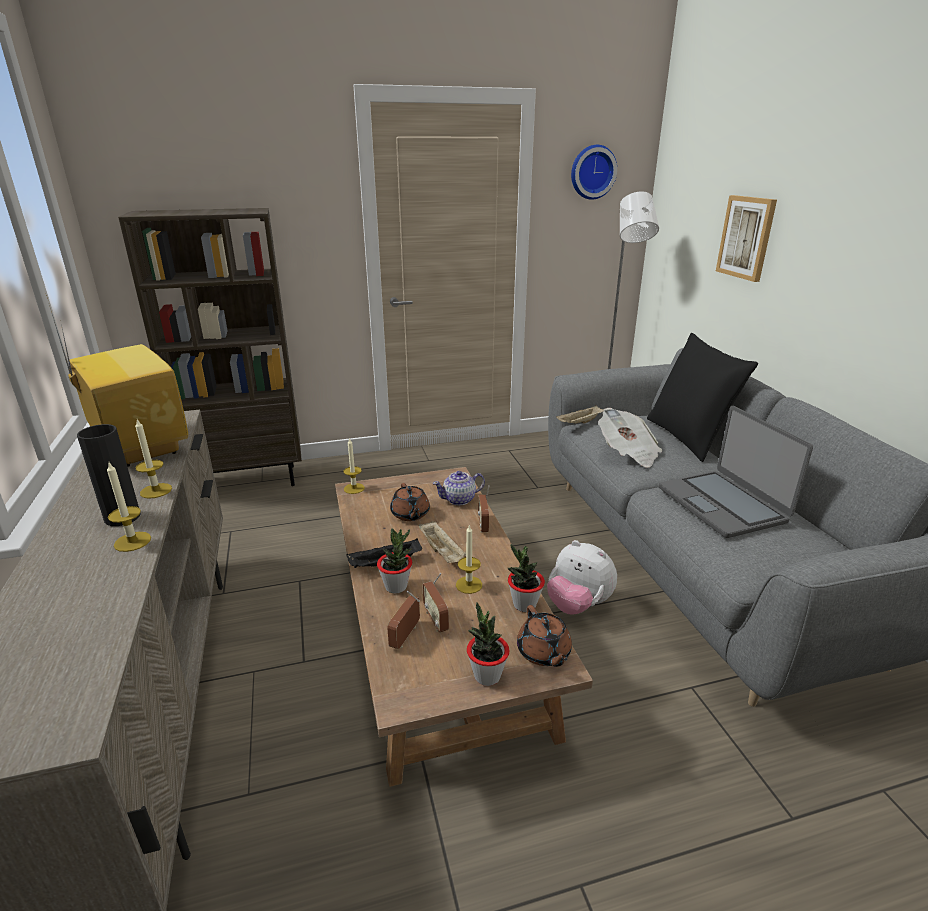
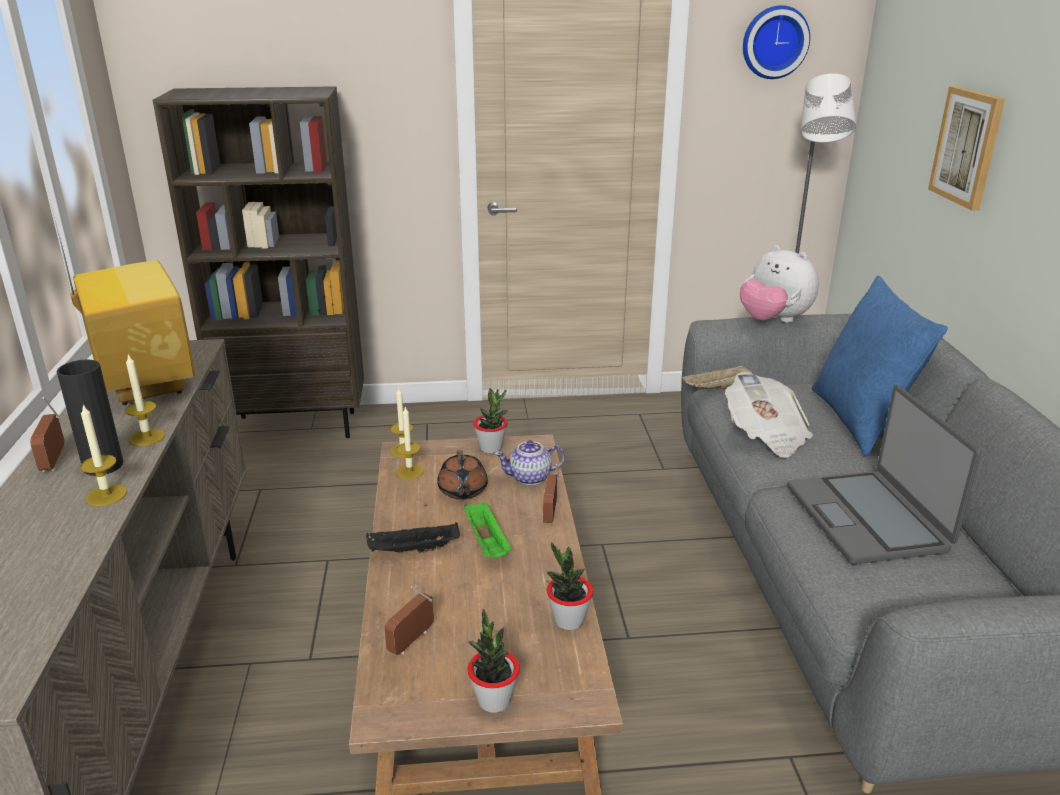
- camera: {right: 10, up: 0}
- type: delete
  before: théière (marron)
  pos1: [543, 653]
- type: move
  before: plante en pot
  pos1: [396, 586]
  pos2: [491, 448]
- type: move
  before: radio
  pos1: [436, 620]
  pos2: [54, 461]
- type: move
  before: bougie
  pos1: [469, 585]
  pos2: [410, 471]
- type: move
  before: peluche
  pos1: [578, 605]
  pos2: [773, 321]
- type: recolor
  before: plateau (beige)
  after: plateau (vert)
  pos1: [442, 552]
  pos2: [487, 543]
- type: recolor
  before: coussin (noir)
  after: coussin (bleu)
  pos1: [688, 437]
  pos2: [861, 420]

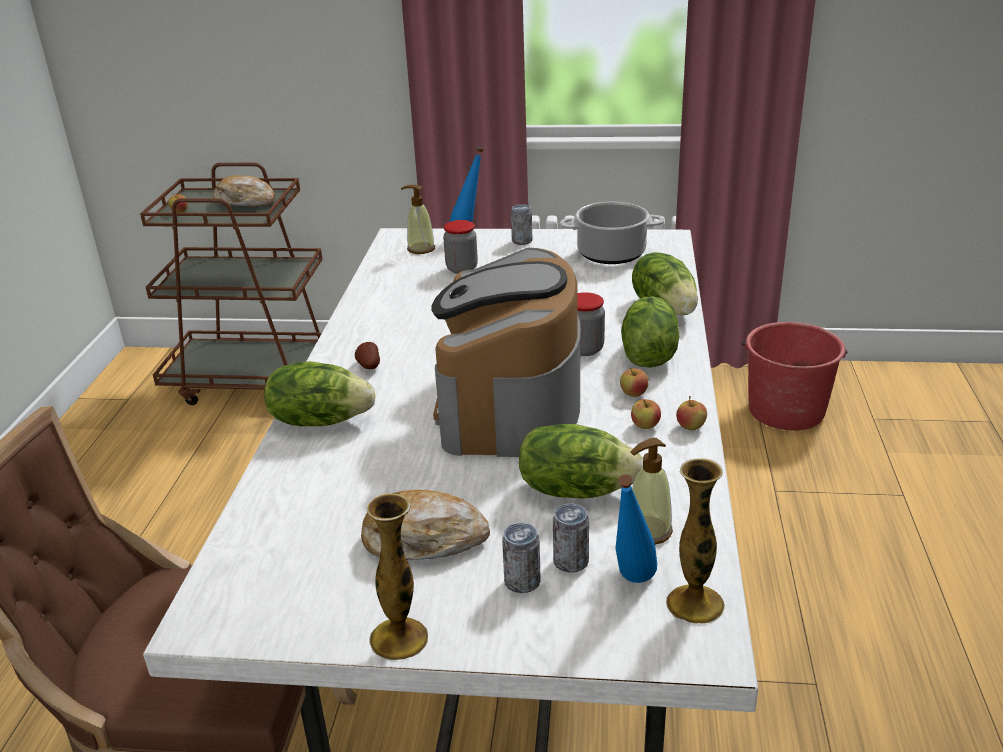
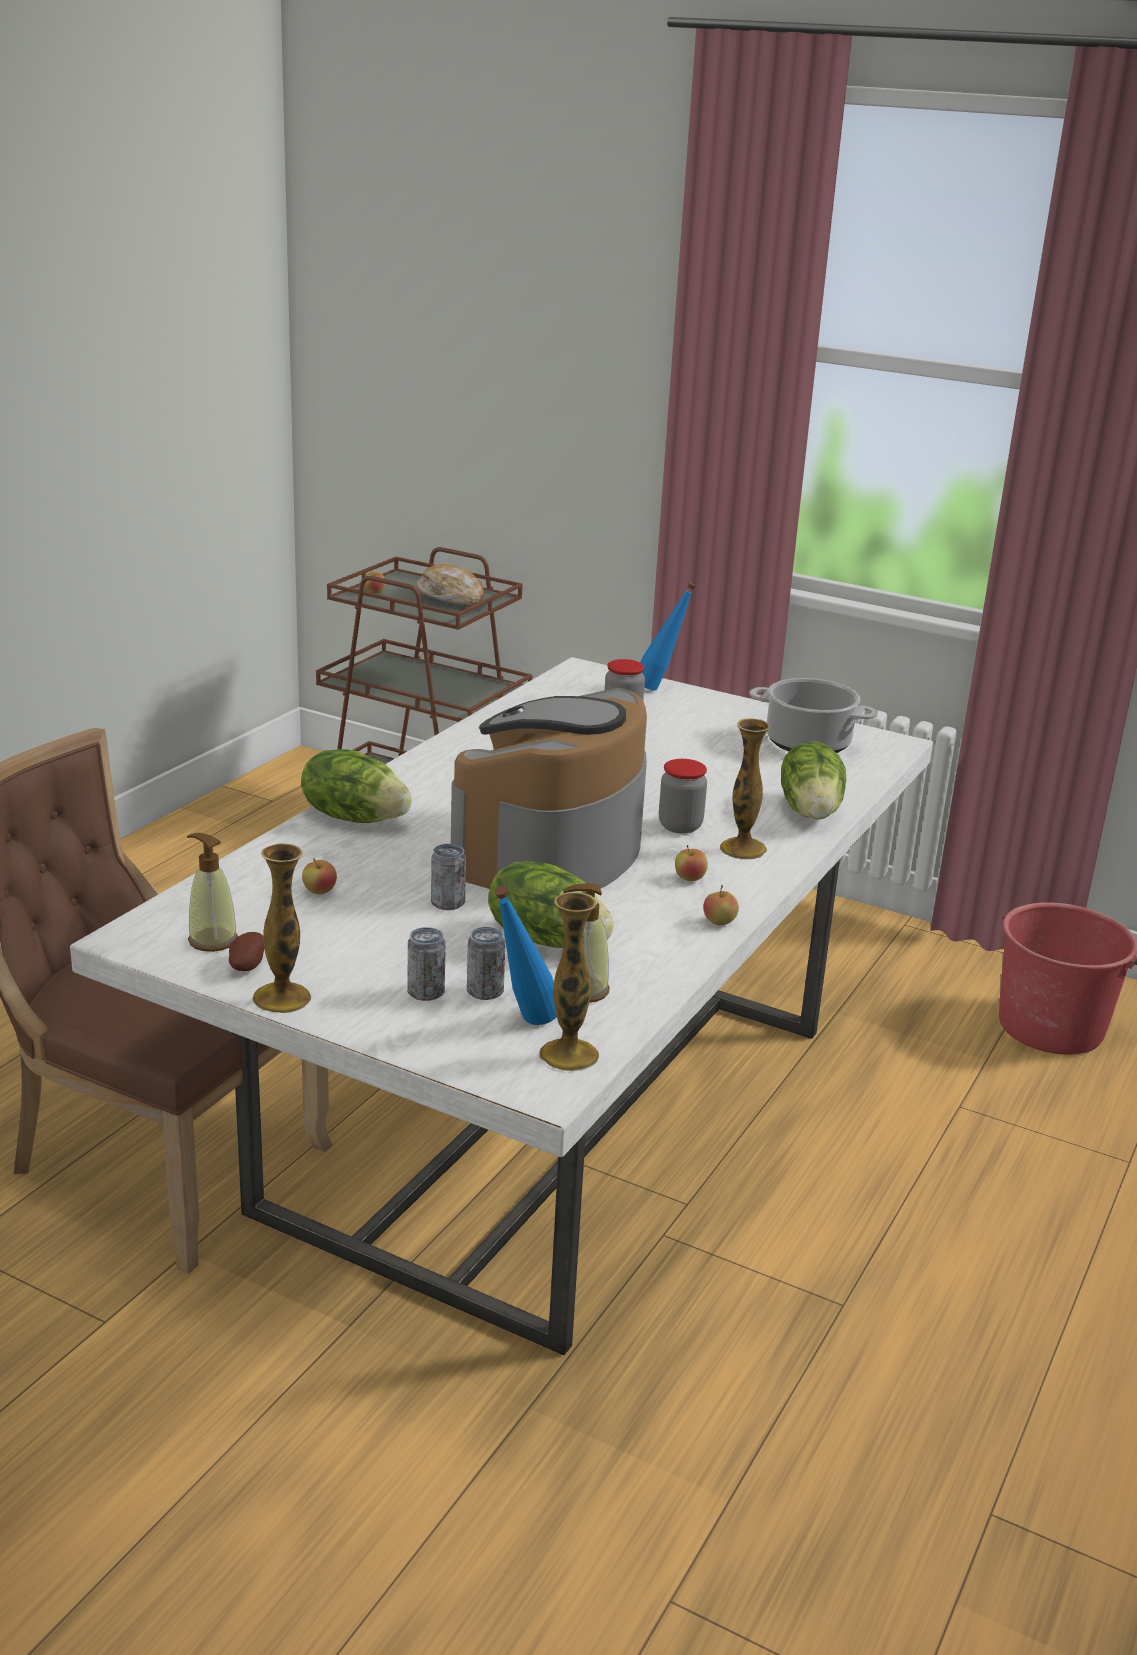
- camera: {right: 20, up: -5}
- type: delete
  before: pain
  pos1: [423, 539]
- type: move
  before: pomme de terre
  pos1: [368, 366]
  pos2: [246, 965]
- type: move
  before: distributeur de savon
  pos1: [421, 249]
  pos2: [212, 940]
- type: move
  before: boîte métallique
  pos1: [522, 241]
  pos2: [447, 903]
- type: move
  before: pomme
  pos1: [645, 426]
  pos2: [319, 891]
- type: replace
  before: laitue
  after: vase
  pos1: [647, 355]
  pos2: [743, 848]

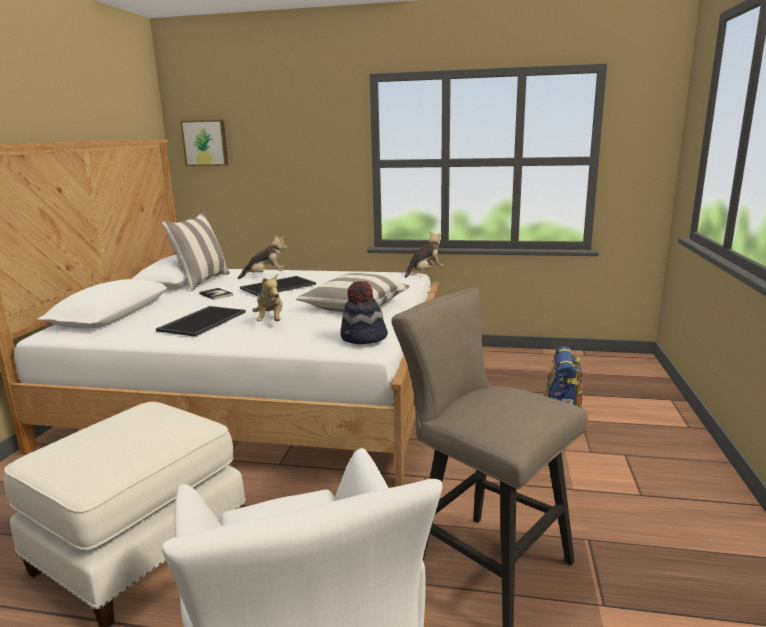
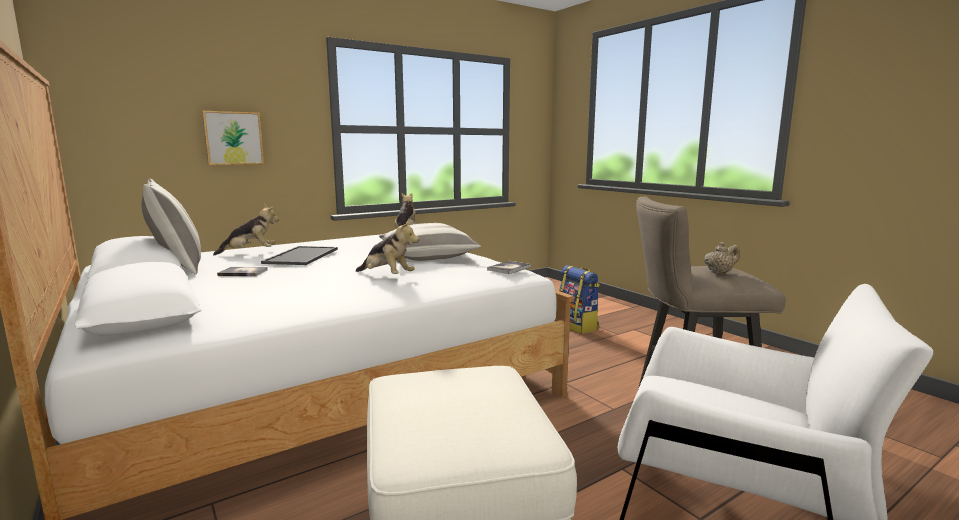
- camera: {right: -45, up: -5}
- type: delete
  before: plateau
  pos1: [202, 321]
- type: insert
  after: théière (beige)
  pos2: [720, 273]
- type: move
  before: tableau
  pos1: [205, 143]
  pos2: [233, 138]
- type: replace
  before: chapeau
  after: livre
  pos1: [363, 338]
  pos2: [509, 268]
- type: rotate
  before: peluche
  pos1: [265, 276]
  pos2: [250, 253]
  turn: 45

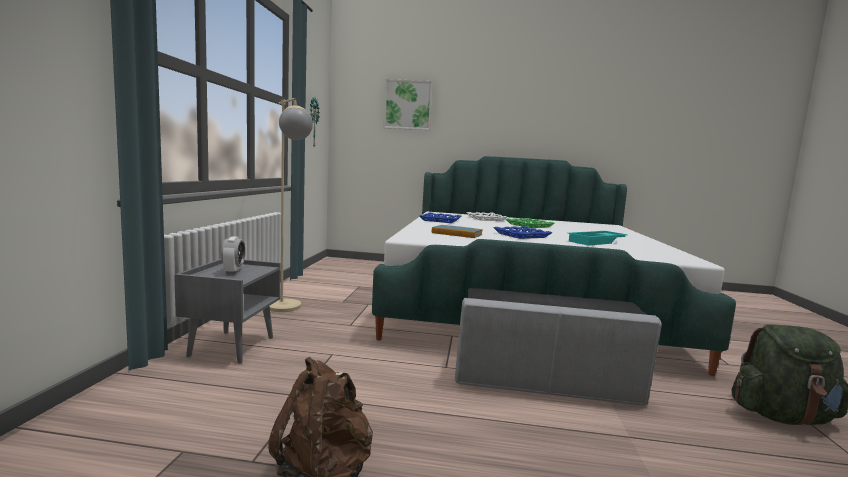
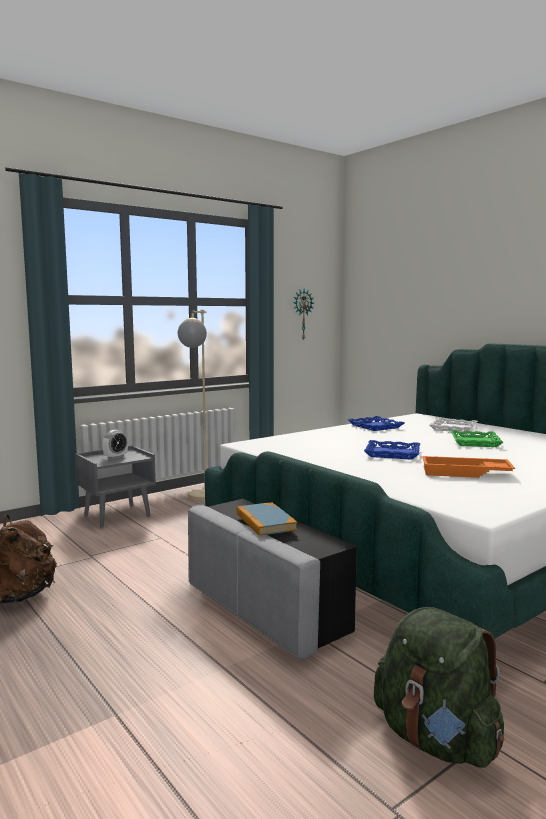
- camera: {right: 45, up: 0}
- type: delete
  before: tableau
  pos1: [408, 105]
- type: move
  before: livre
  pos1: [457, 234]
  pos2: [265, 522]
- type: recolor
  before: plateau (turquoise)
  after: plateau (orange)
  pos1: [597, 242]
  pos2: [465, 473]

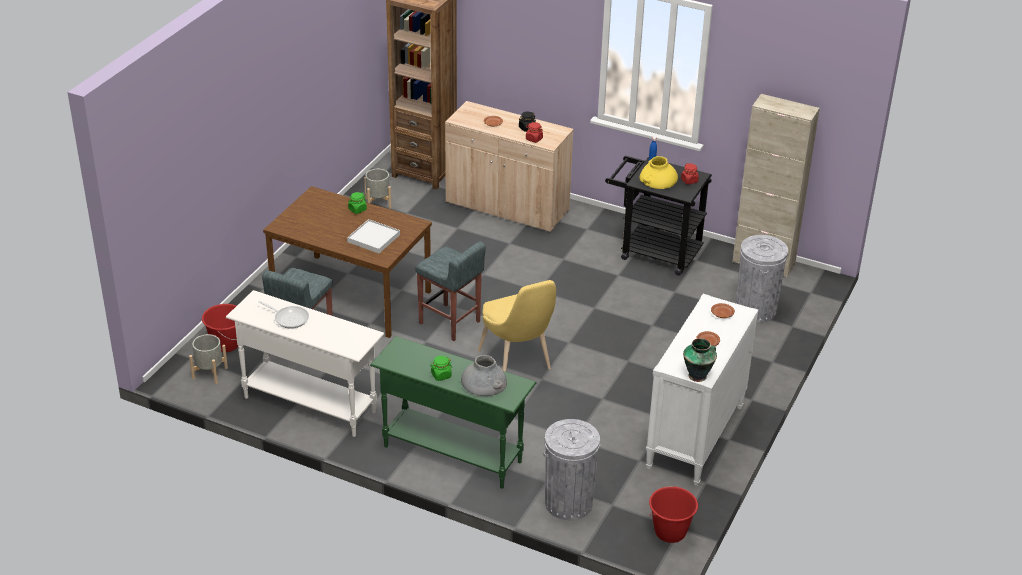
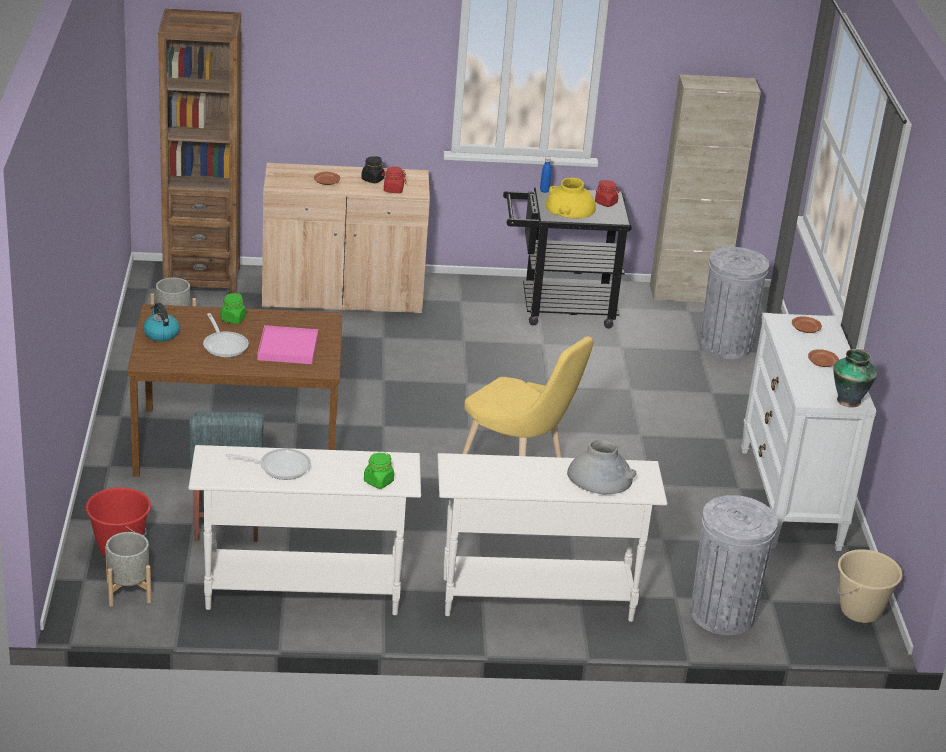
- camera: {right: -30, up: -5}
- type: delete
  before: tabouret (gris)
  pos1: [450, 323]
- type: insert
  after: bouilloire
  pos2: [161, 334]
- type: insert
  after: poêle
  pos2: [224, 345]
- type: move
  before: bocal (vert)
  pos1: [441, 375]
  pos2: [378, 481]
- type: recolor
  before: plateau (blanc)
  after: plateau (rose)
  pos1: [374, 238]
  pos2: [288, 348]
- type: recolor
  before: table console (vert)
  after: table console (blanc)
  pos1: [452, 453]
  pos2: [536, 599]
- type: recolor
  before: seau (rouge)
  after: seau (beige)
  pos1: [670, 532]
  pos2: [860, 611]

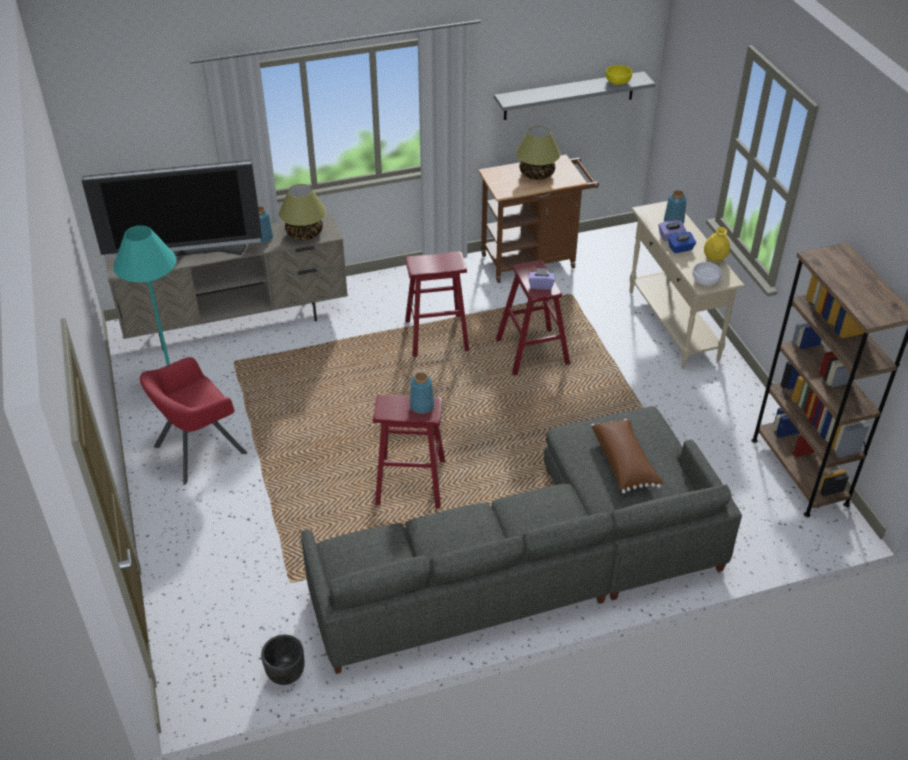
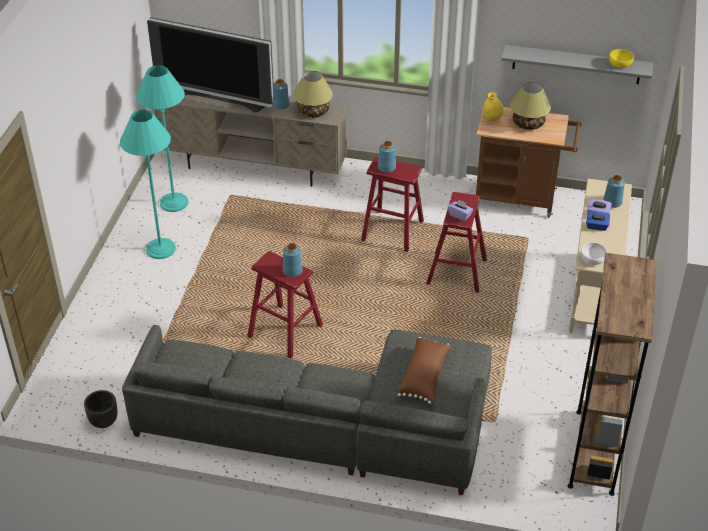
- camera: {right: 30, up: 0}
- type: insert
  after: vase (bleu)
  pos2: [386, 167]
- type: move
  before: vase (jaune)
  pos1: [714, 259]
  pos2: [491, 119]
- type: replace
  before: fauteuil (rouge)
  after: lampadaire (turquoise)
  pos1: [199, 449]
  pos2: [160, 249]

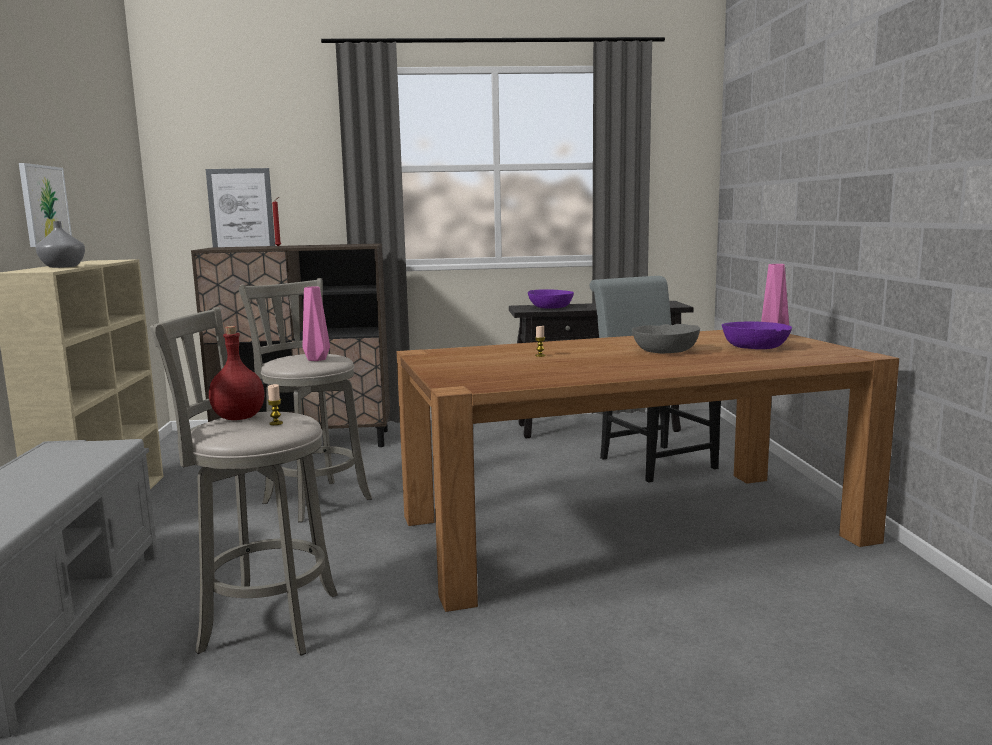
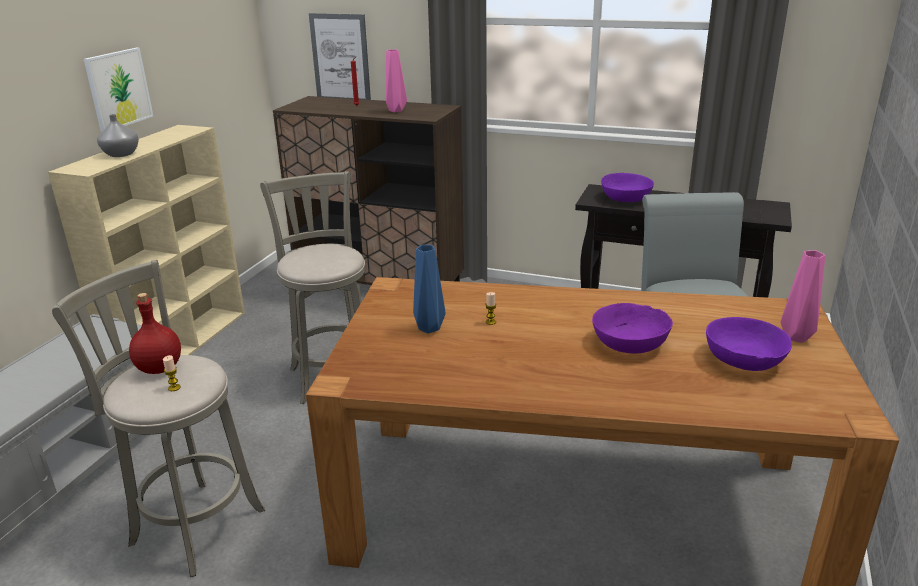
- camera: {right: 25, up: 15}
- type: insert
  after: vase (bleu)
  pos2: [427, 328]
- type: move
  before: vase (rose)
  pos1: [317, 359]
  pos2: [396, 111]
- type: recolor
  before: bol (gris)
  after: bol (violet)
  pos1: [664, 351]
  pos2: [629, 342]

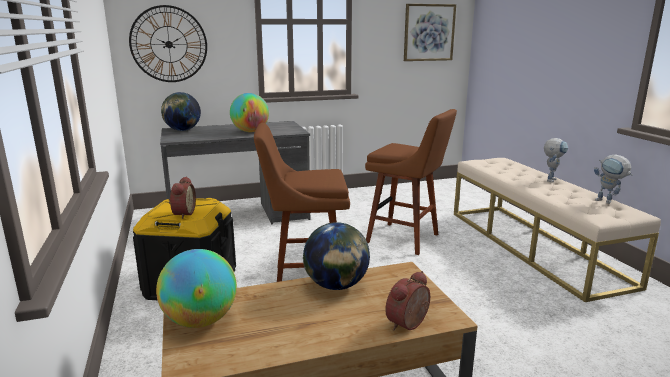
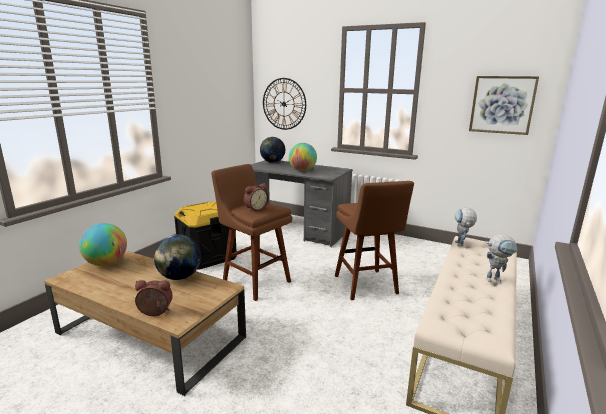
- camera: {right: 45, up: 0}
- type: move
  before: réveil
  pos1: [182, 214]
  pos2: [255, 209]
- type: move
  before: robot jouet
  pos1: [608, 202]
  pos2: [461, 245]

